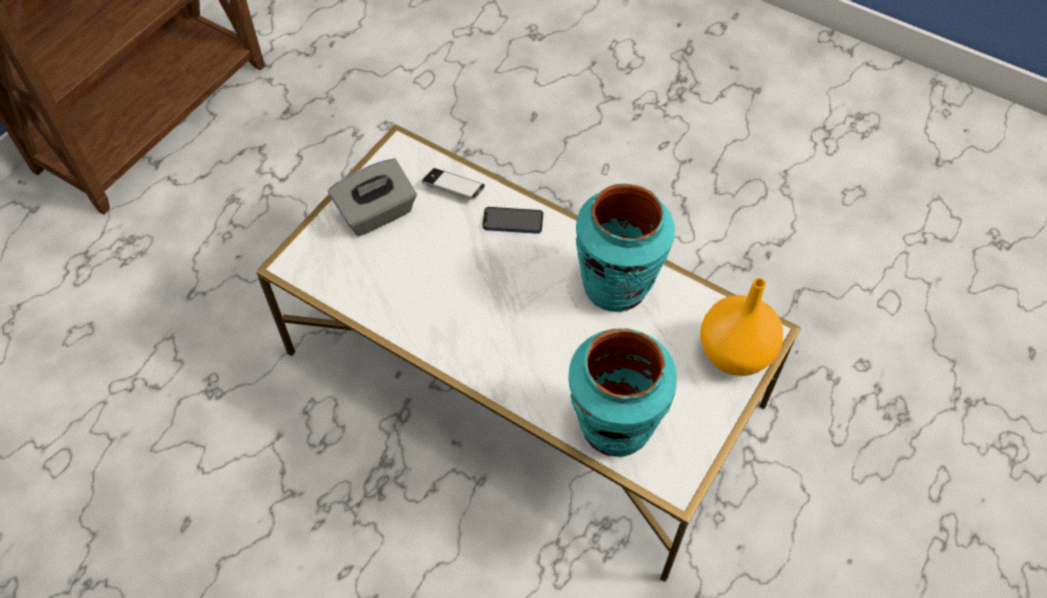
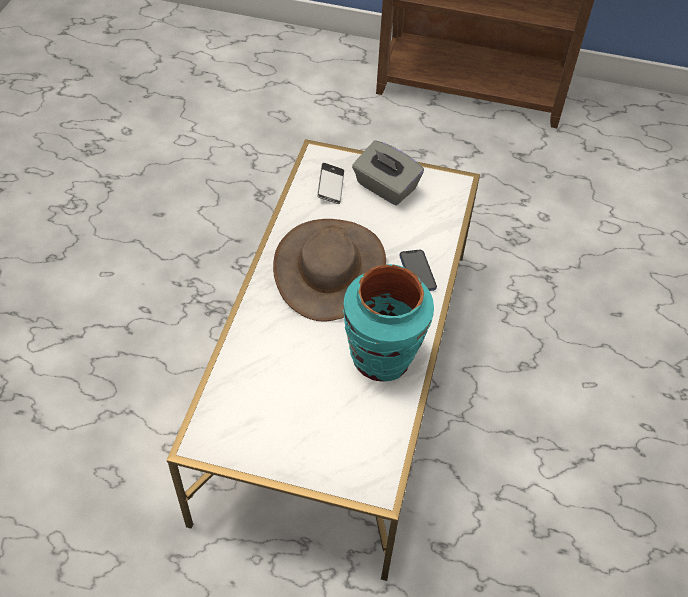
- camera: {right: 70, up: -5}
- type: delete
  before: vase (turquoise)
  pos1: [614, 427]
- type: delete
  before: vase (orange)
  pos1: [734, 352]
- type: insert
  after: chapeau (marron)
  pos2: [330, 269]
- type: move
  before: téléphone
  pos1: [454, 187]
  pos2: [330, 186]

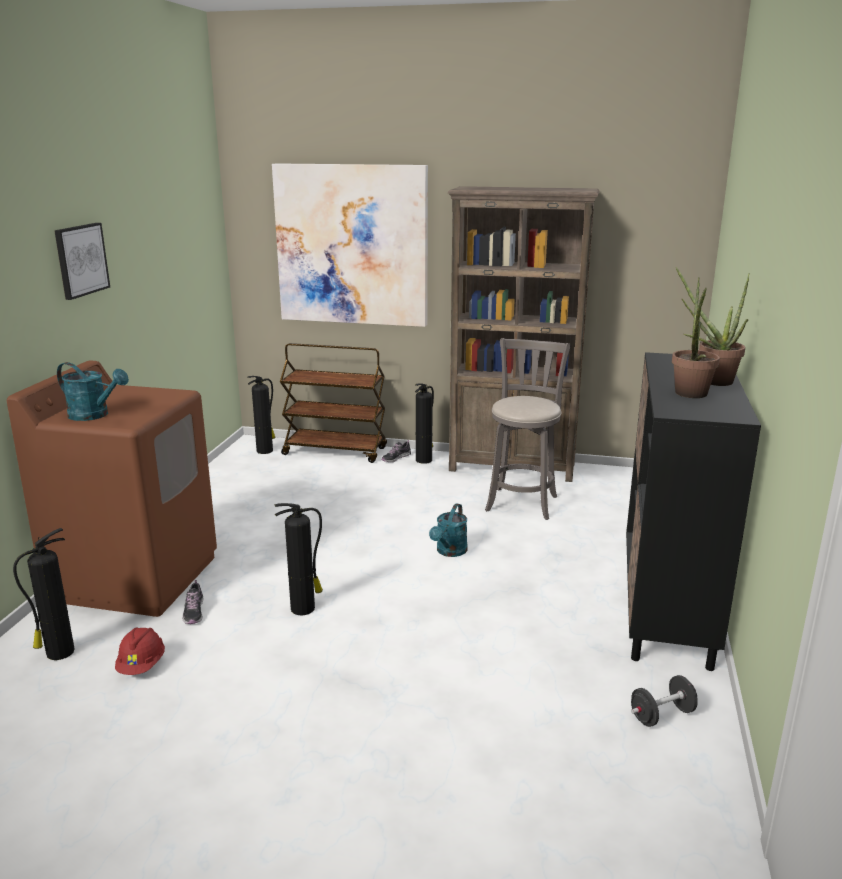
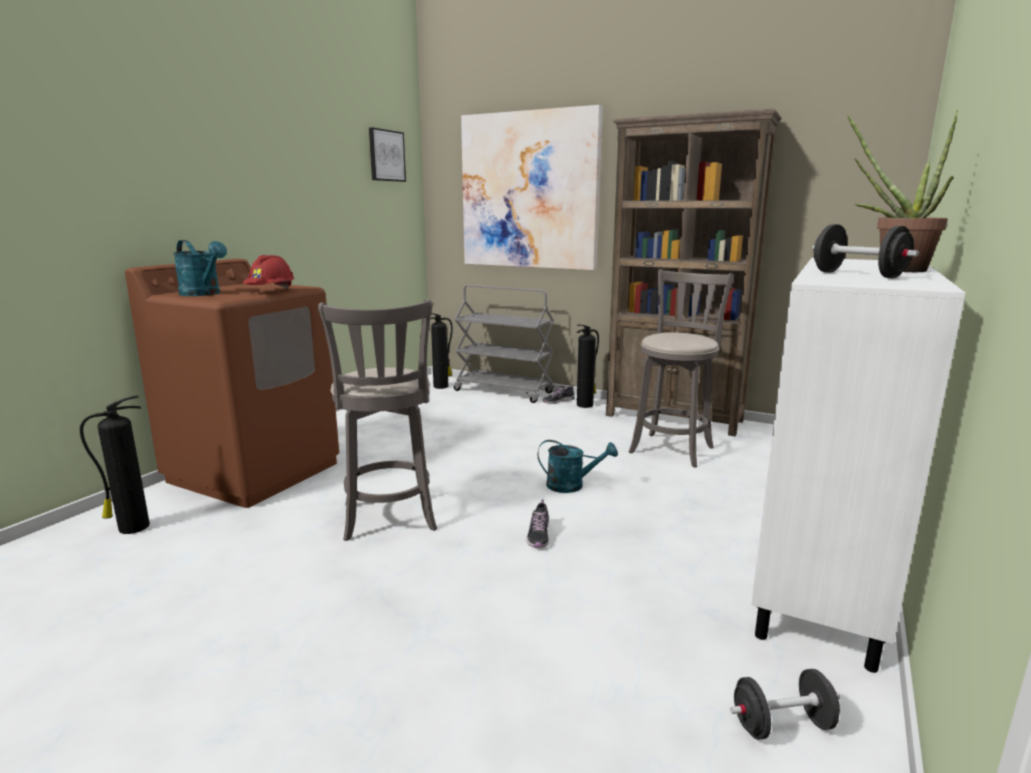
- camera: {right: 15, up: -5}
- type: move
  before: tableau
  pos1: [81, 260]
  pos2: [386, 155]
- type: move
  before: casque de chantier (rouge)
  pos1: [142, 665]
  pos2: [271, 291]
- type: move
  before: chaussure
  pos1: [194, 612]
  pos2: [539, 535]
- type: replace
  before: extincteur
  after: tabouret (gris)
  pos1: [304, 608]
  pos2: [389, 519]
- type: replace
  before: plante en pot
  after: haltère (noir)
  pos1: [690, 395]
  pos2: [858, 275]
- type: recolor
  before: chariot (marron)
  after: chariot (gris)
  pos1: [336, 451]
  pos2: [504, 392]
- type: recolor
  before: meuble de rangement (noir)
  after: meuble de rangement (blanc)
  pos1: [666, 607]
  pos2: [820, 578]
- type: rotate
  before: arrosoir (turquoise)
  pos1: [449, 552]
  pos2: [572, 485]
  turn: -120

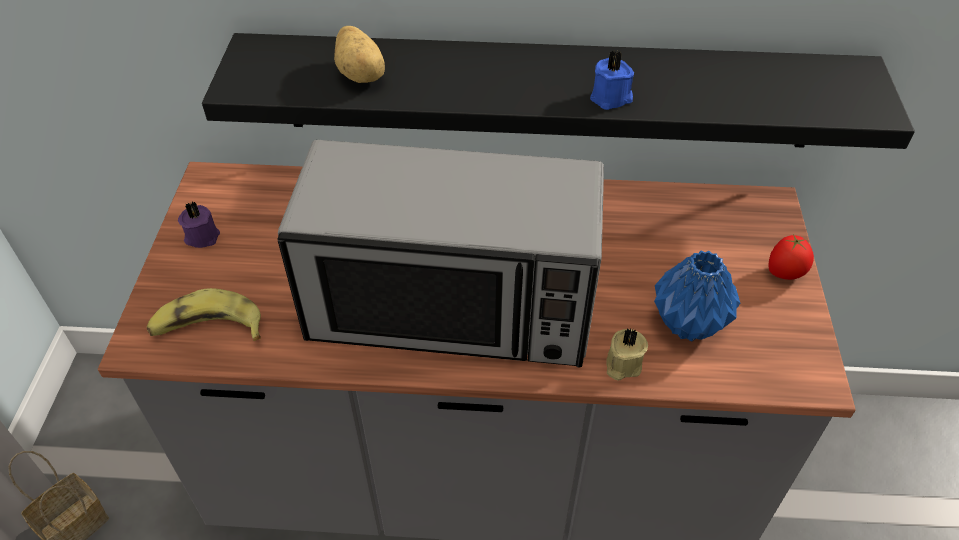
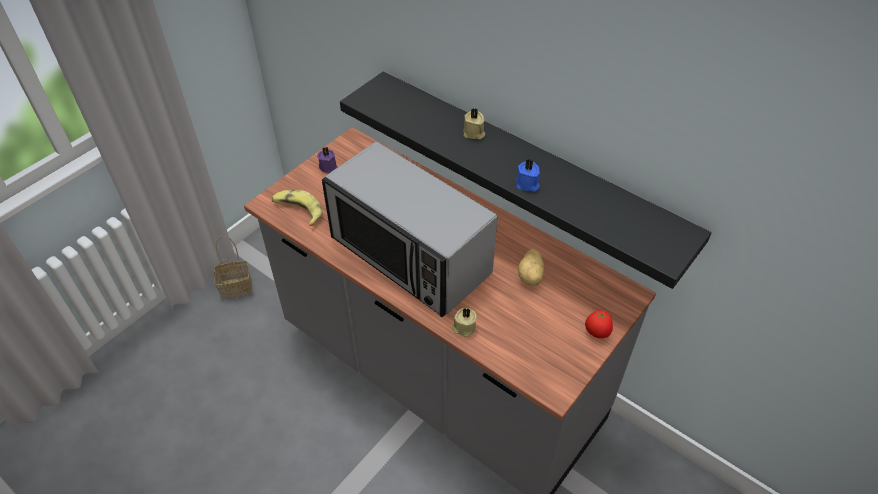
- camera: {right: 35, up: 0}
- type: delete
  before: vase (bleu)
  pos1: [689, 323]
- type: insert
  after: bougie (beige)
  pos2: [474, 133]
- type: move
  before: pomme de terre
  pos1: [361, 74]
  pos2: [531, 276]

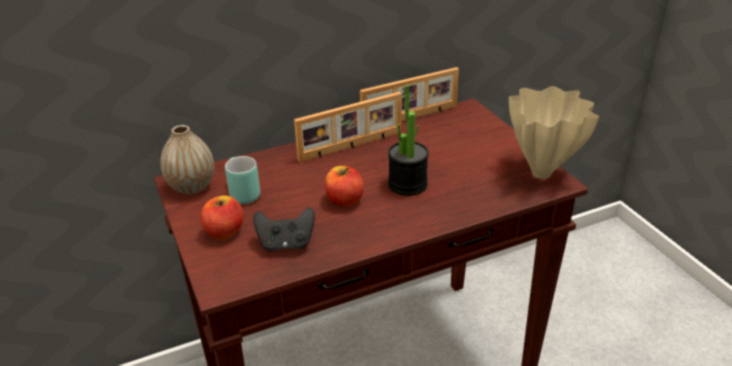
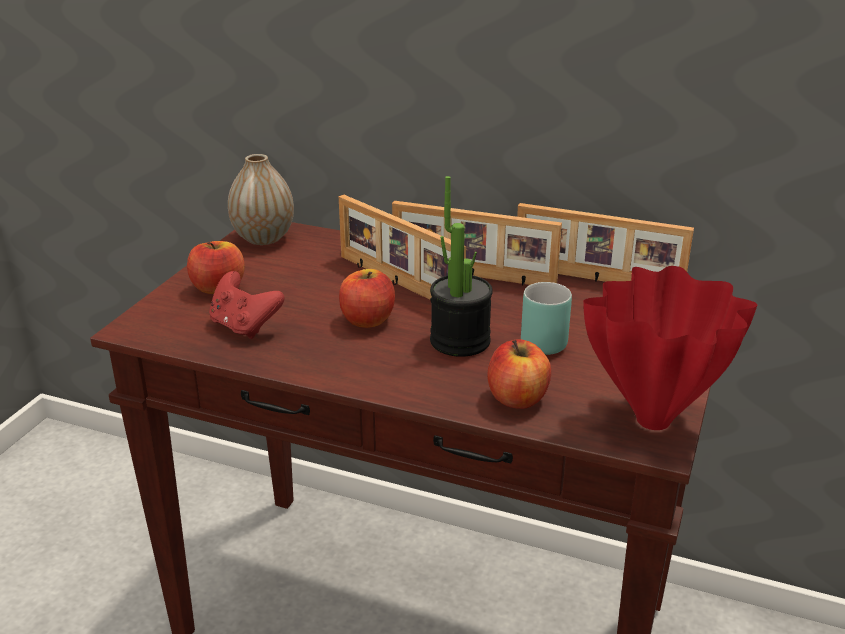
- camera: {right: 45, up: -5}
- type: insert
  after: cadre photo
  pos2: [397, 283]
- type: insert
  after: pomme
  pos2: [517, 398]
- type: move
  before: mug (turquoise)
  pos1: [240, 193]
  pos2: [543, 339]
- type: recolor
  before: manette (noir)
  after: manette (rouge)
  pos1: [286, 244]
  pos2: [244, 327]
- type: recolor
  before: vase (beige)
  after: vase (rouge)
  pos1: [542, 172]
  pos2: [656, 420]

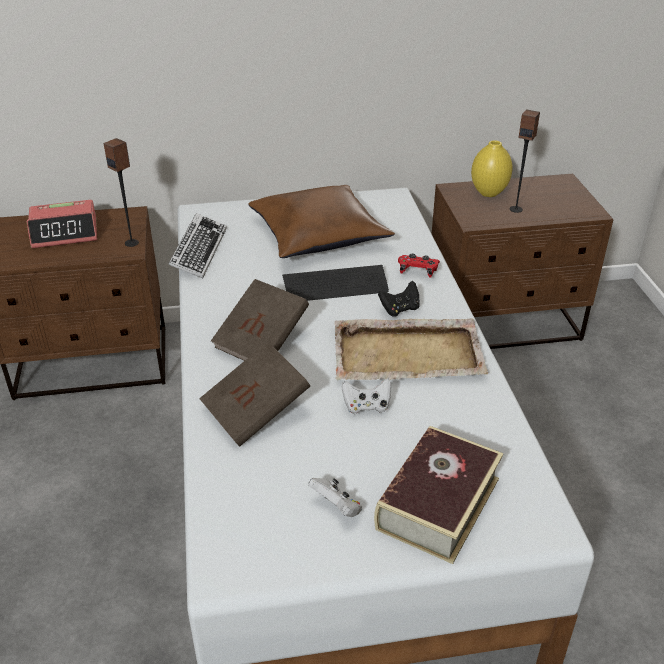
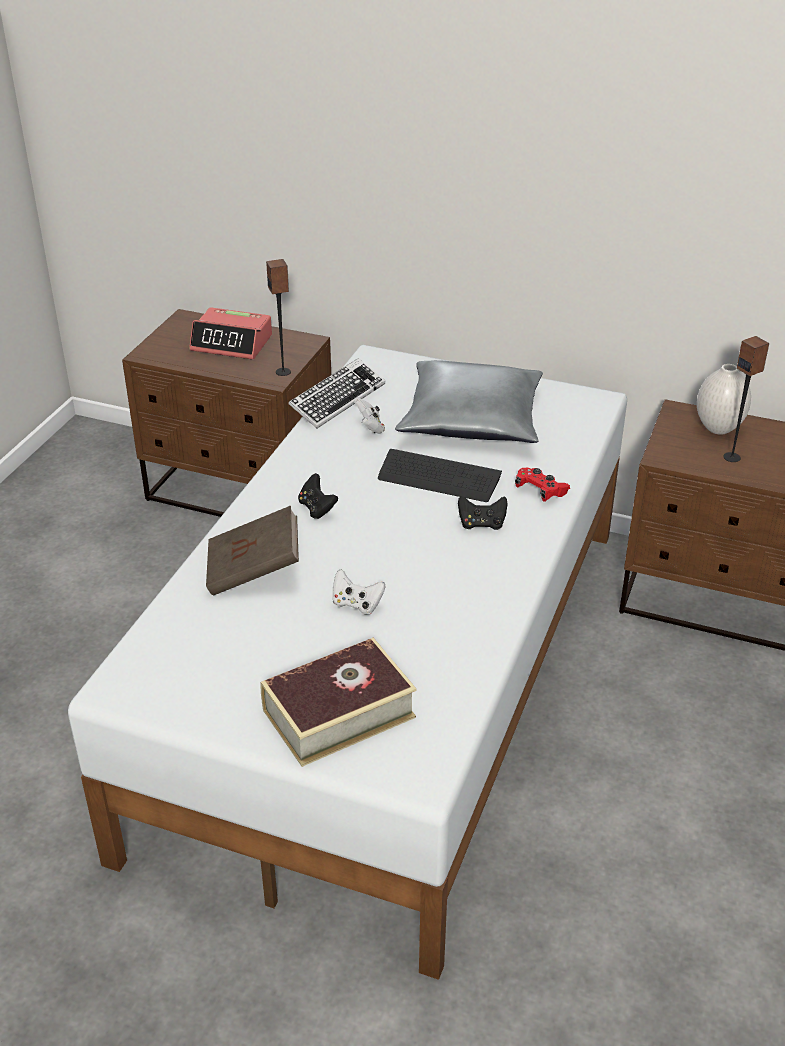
- camera: {right: 30, up: 0}
- type: delete
  before: plateau (beige)
  pos1: [409, 353]
- type: move
  before: manette (blanc)
  pos1: [337, 508]
  pos2: [370, 427]
- type: replace
  before: livre (marron)
  after: manette (noir)
  pos1: [261, 341]
  pos2: [317, 508]
- type: recolor
  before: coussin (marron)
  after: coussin (gris)
  pos1: [319, 234]
  pos2: [473, 418]
- type: recolor
  before: vase (jaune)
  after: vase (blanc)
  pos1: [488, 193]
  pos2: [717, 428]

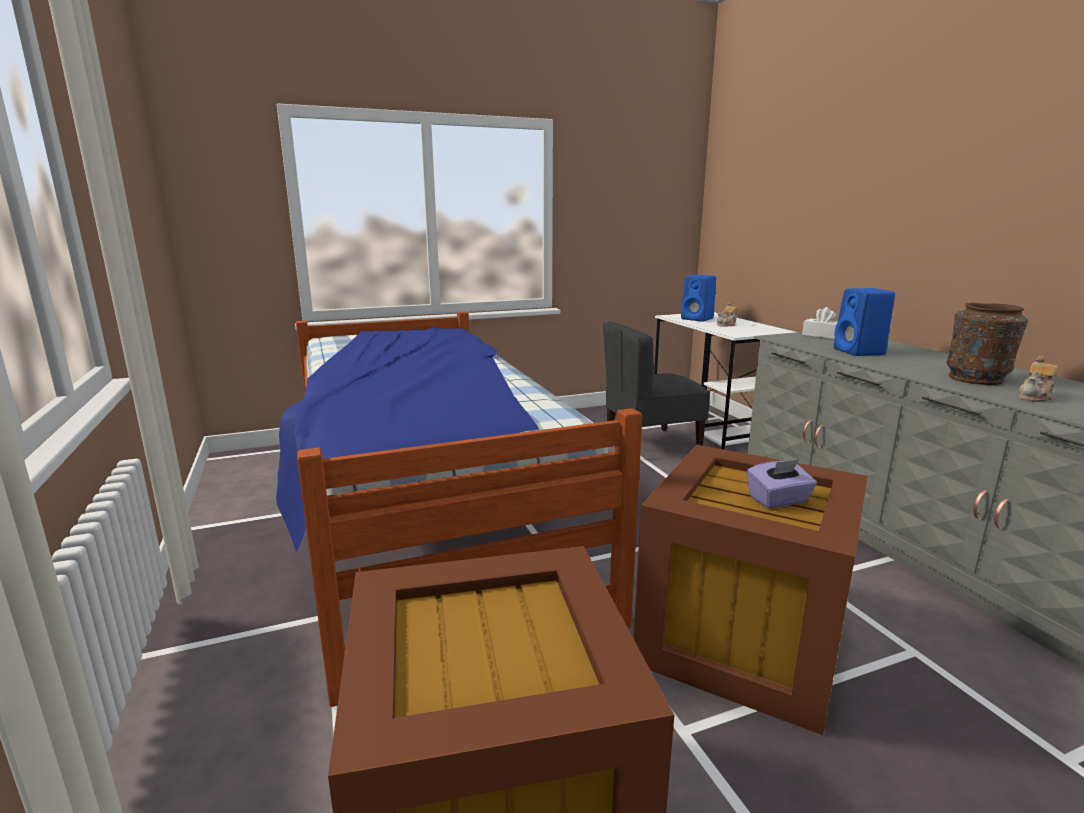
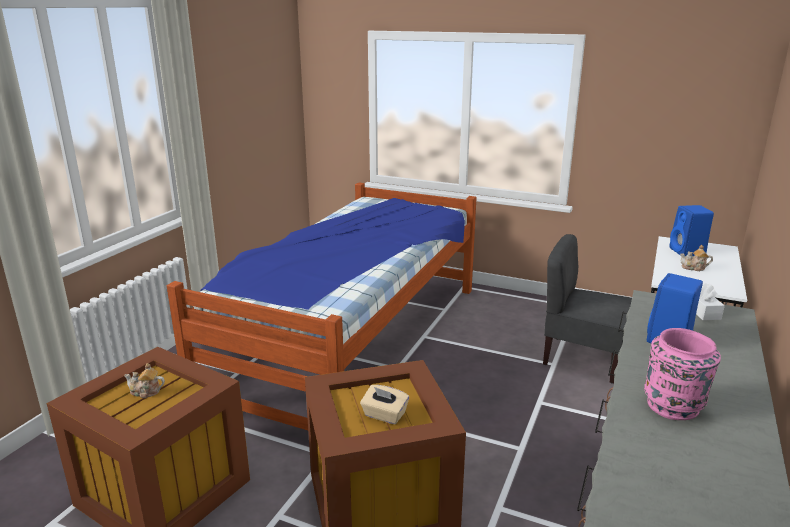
- camera: {right: 45, up: 5}
- type: move
  before: théière
  pos1: [1035, 397]
  pos2: [146, 392]
- type: recolor
  before: boîte à mouchoirs (violet)
  after: boîte à mouchoirs (beige)
  pos1: [778, 500]
  pos2: [384, 415]
- type: recolor
  before: vase (marron)
  after: vase (rose)
  pos1: [977, 379]
  pos2: [673, 407]

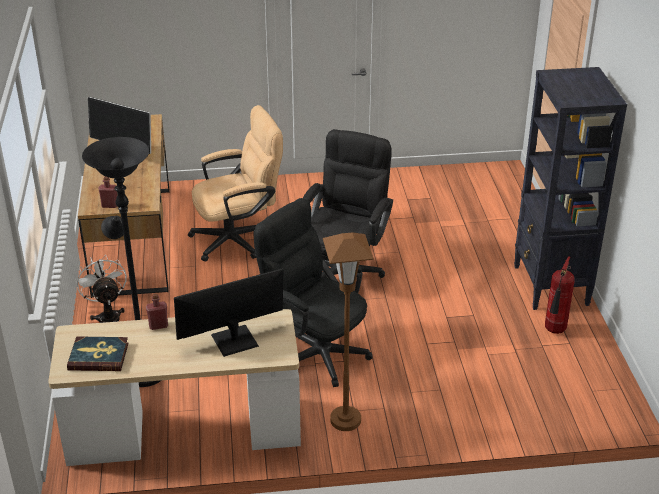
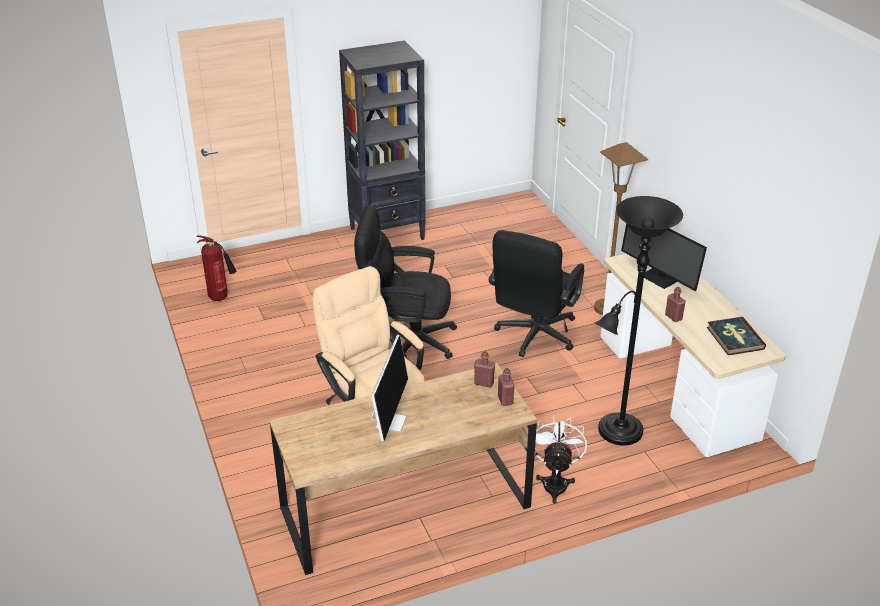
- camera: {right: -105, up: 0}
- type: insert
  after: bouteille (rouge)
  pos2: [484, 383]
- type: move
  before: extincteur
  pos1: [554, 331]
  pos2: [221, 298]
- type: rotate
  before: ventilateur (blanc)
  pos1: [108, 316]
  pos2: [555, 482]
  turn: 135

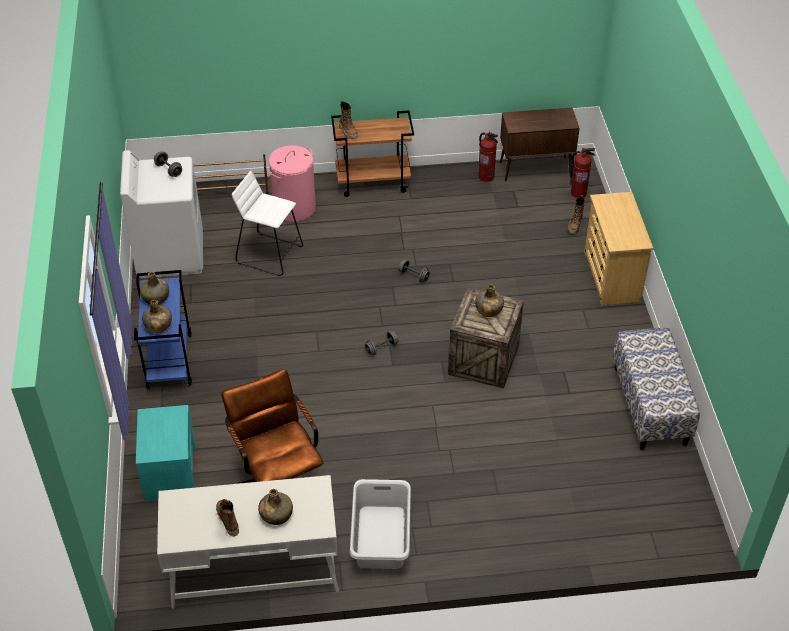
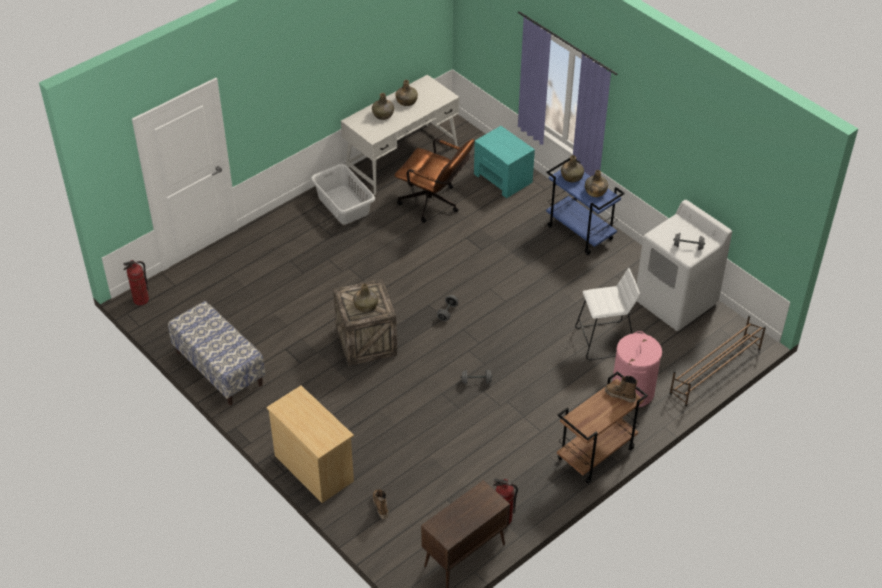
- camera: {right: 145, up: 0}
- type: move
  before: extincteur
  pos1: [578, 193]
  pos2: [141, 300]
- type: replace
  before: botte
  after: bouteille (vert)
  pos1: [227, 520]
  pos2: [406, 101]

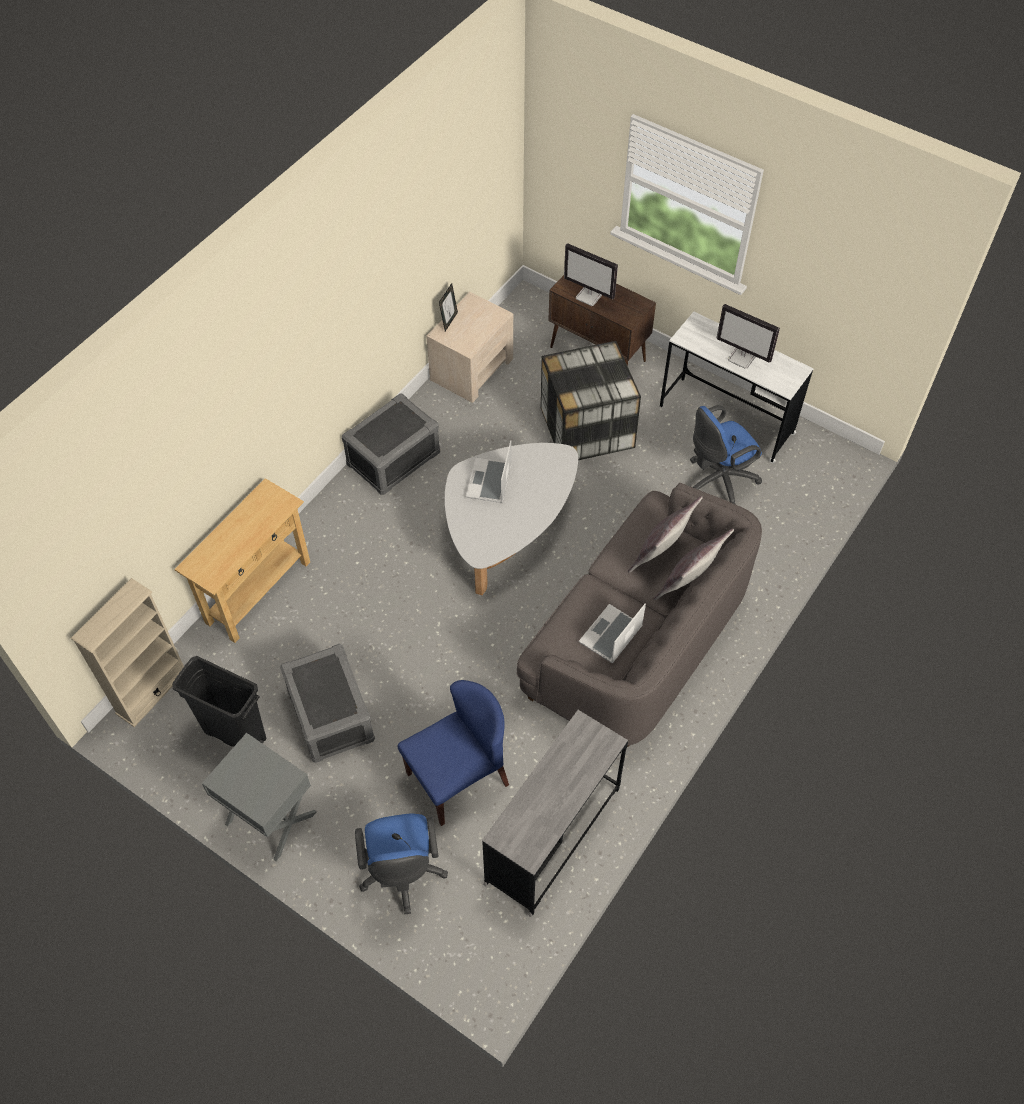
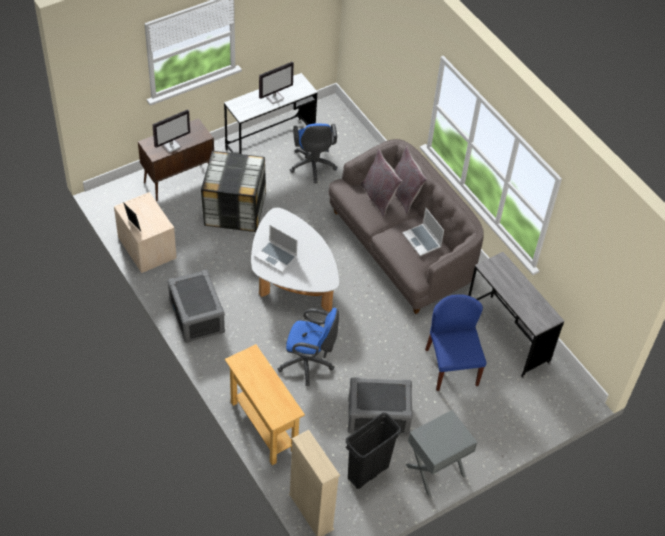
- camera: {right: -70, up: -5}
- type: move
  before: chaise de bureau (bleu)
  pos1: [402, 874]
  pos2: [308, 363]

